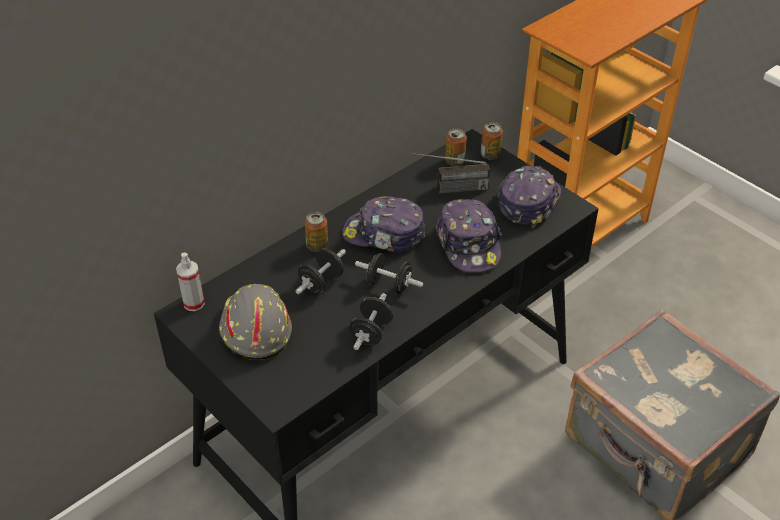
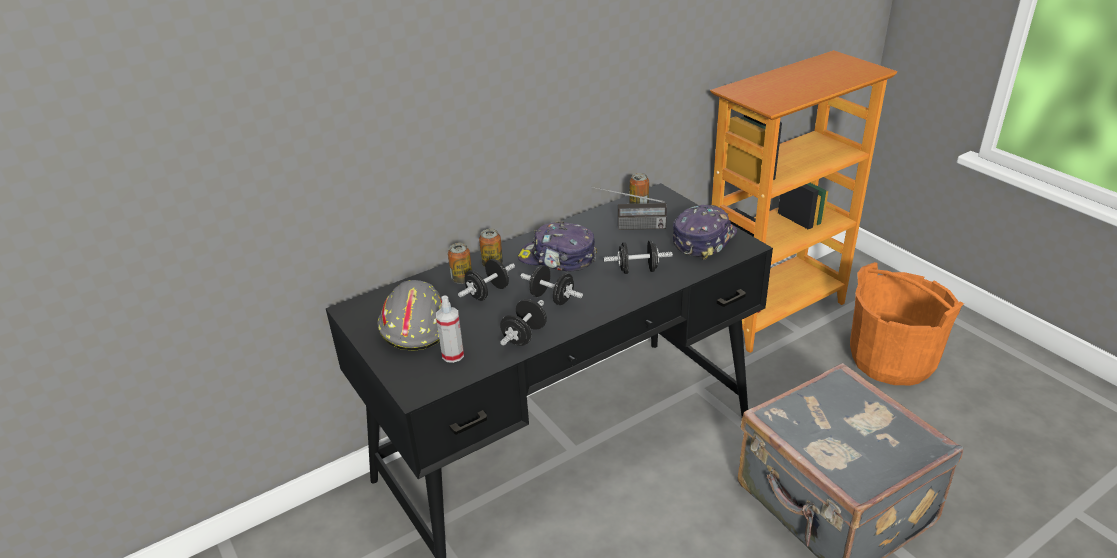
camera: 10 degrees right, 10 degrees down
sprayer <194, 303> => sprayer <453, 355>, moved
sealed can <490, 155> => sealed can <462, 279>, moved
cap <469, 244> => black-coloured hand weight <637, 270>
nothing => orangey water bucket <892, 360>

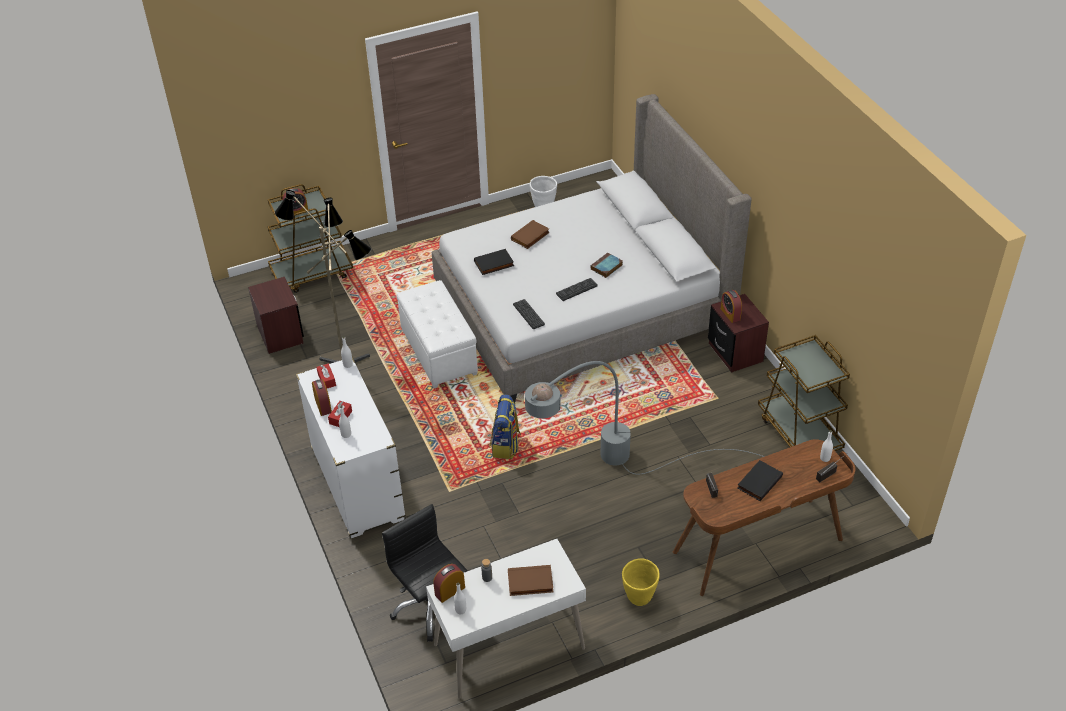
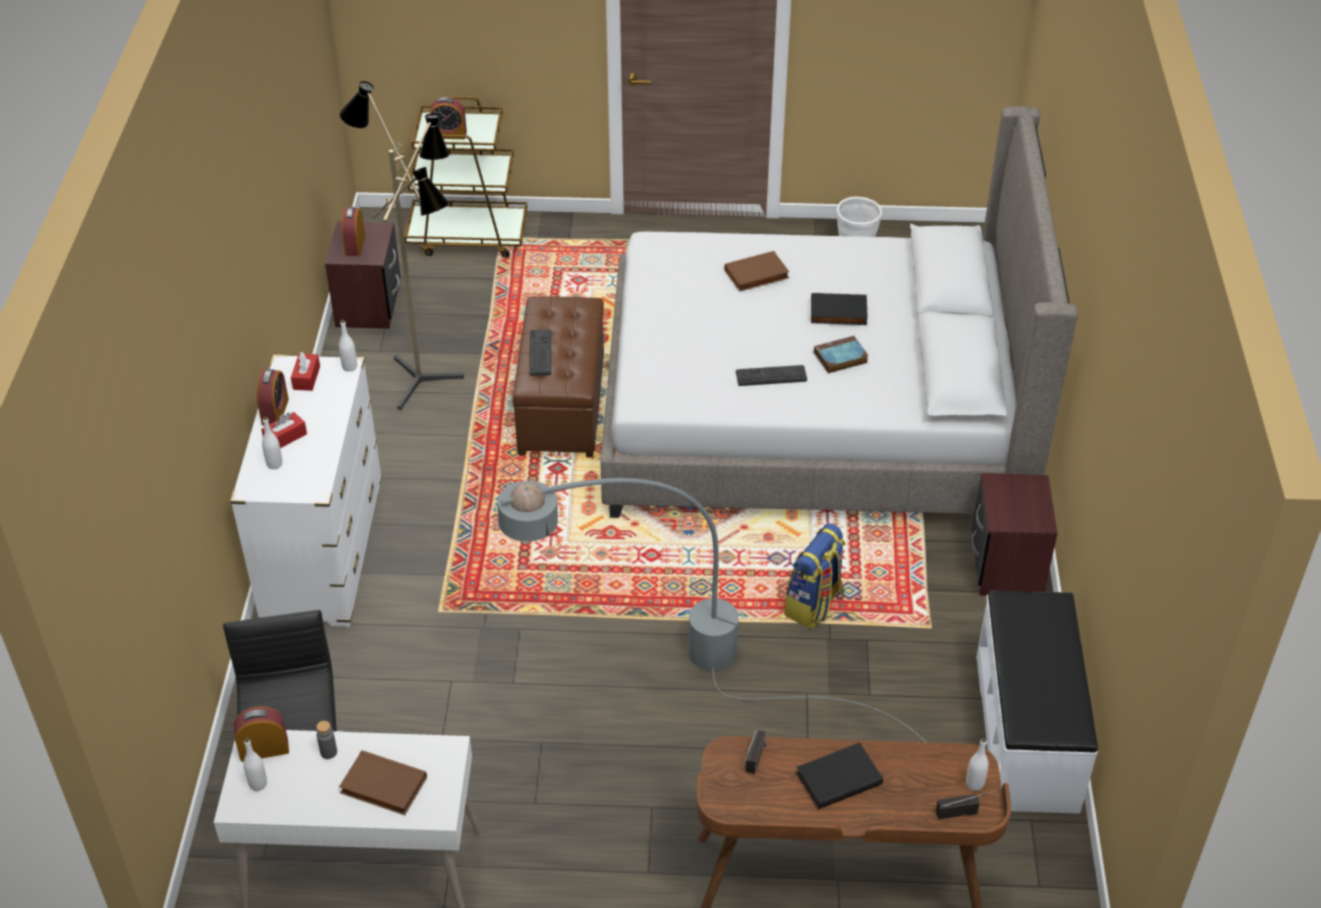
camera: 25 degrees right, 0 degrees up
alarm clock <730, 314> => alarm clock <355, 245>, moved
whitish footrest <439, 352> => brownish footrest <563, 406>
keyboard <528, 314> => keyboard <540, 353>, moved
backpack <506, 445> => backpack <814, 605>, moved
black-coloured book <494, 264> => black-coloured book <838, 313>, moved
brownish trolley <799, 432> => whitish long seat <1027, 732>
yellow-coloured flower pot <639, 597> => nothing

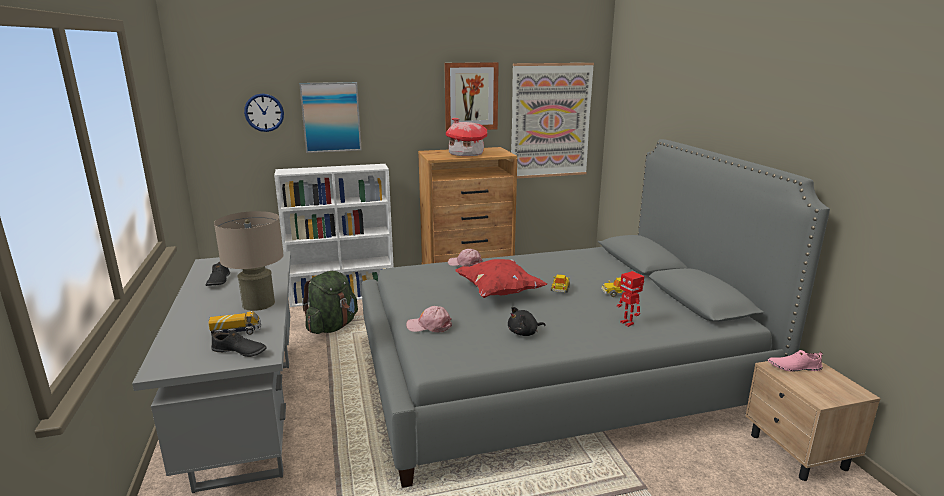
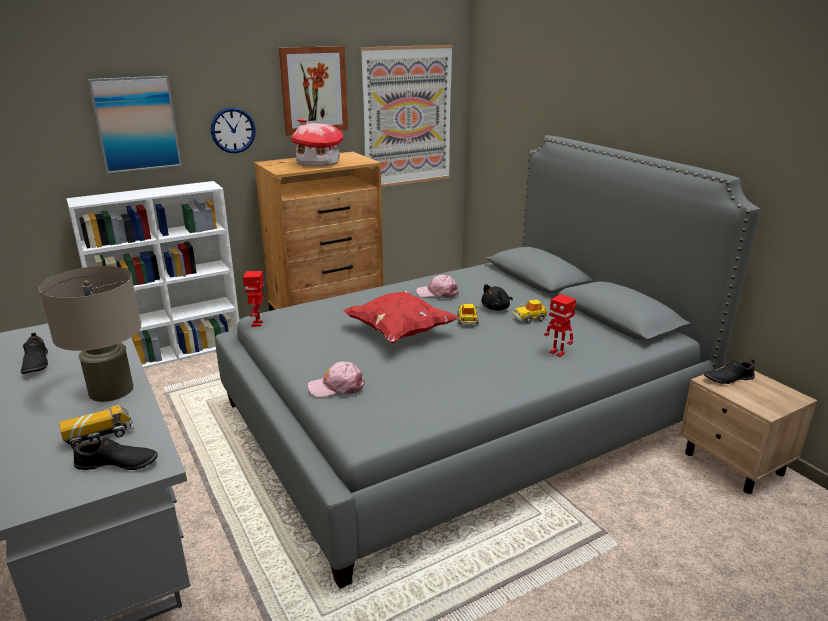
camera: 15 degrees left, 5 degrees up
wall clock <264, 112> => wall clock <233, 130>, moved
nothing => model robot <258, 324>
pinkish cap <465, 264> => pinkish cap <437, 293>, moved
black-coloured cuddly toy <524, 333> => black-coloured cuddly toy <496, 308>, moved
pinkish shoe <794, 367> => black-coloured shoe <728, 378>
green backpack <332, 327> => nothing

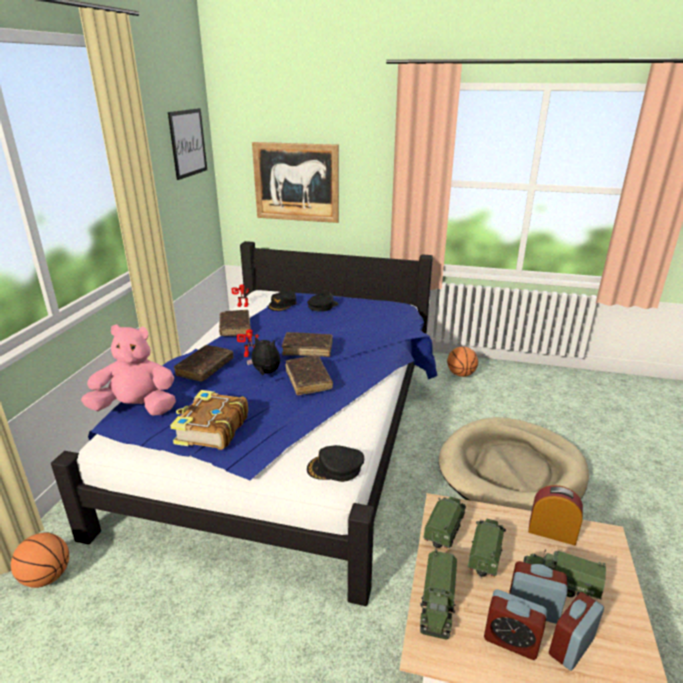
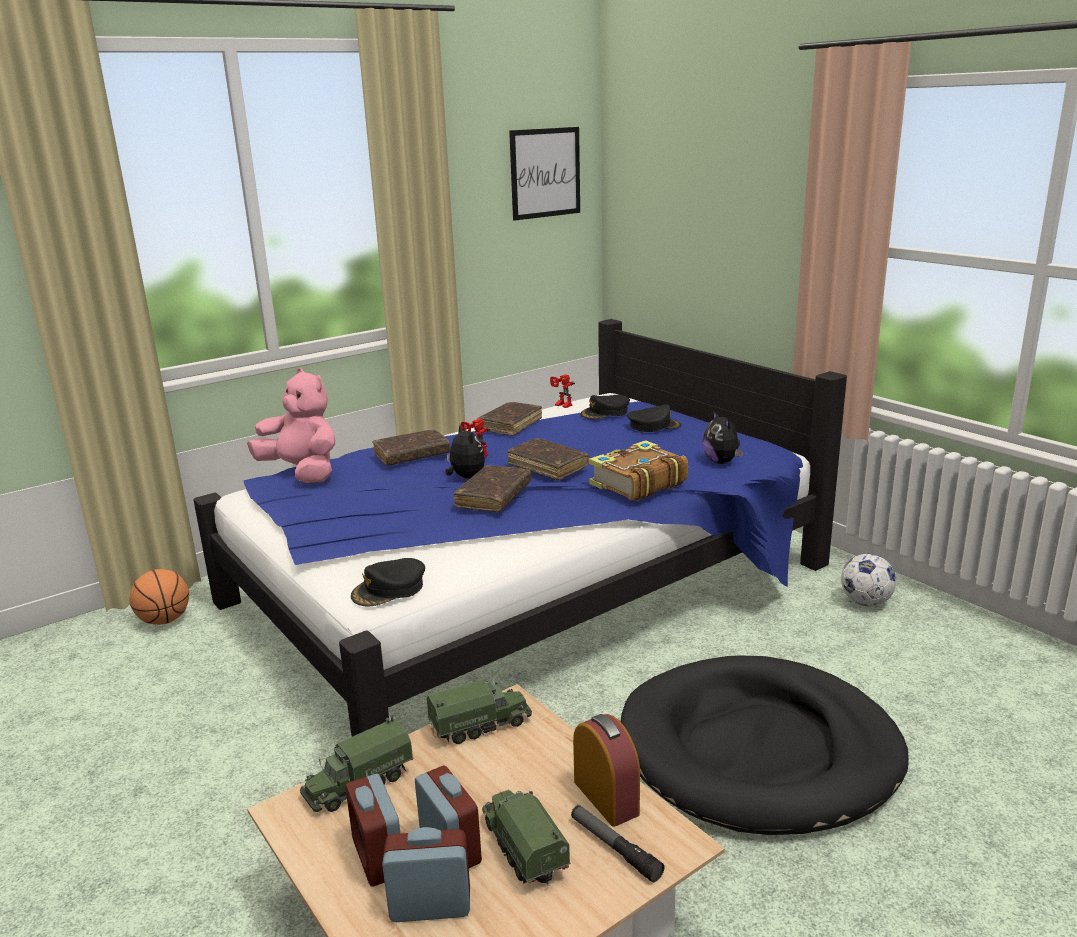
camera: 40 degrees right, 5 degrees down
black-coloured cap <335, 468> => black-coloured cap <389, 589>, 75 degrees counterclockwise
nothing => torch <614, 848>
book <211, 429> => book <636, 484>, moved
beige-coloured dog bed <511, 471> => black-coloured dog bed <759, 750>
nothing => cuddly toy <722, 462>
basketball <461, 374> => football ball <866, 602>
picture <296, 182> => nothing
model truck <485, 553> => nothing

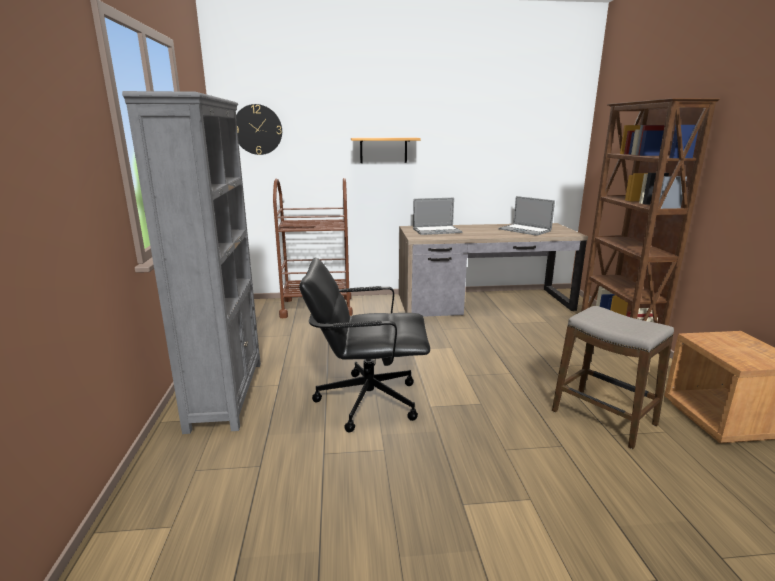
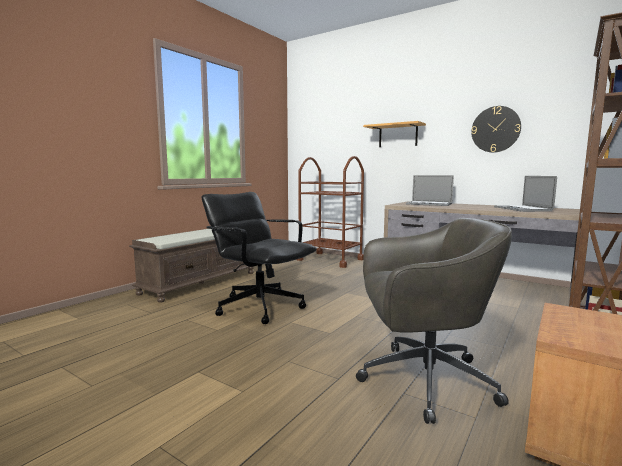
camera: 40 degrees right, 10 degrees down
grey bookshelf <226, 394> => brownish long seat <200, 282>
sitting stool <603, 418> => grey desk chair <422, 380>
wall clock <258, 129> => wall clock <495, 129>, moved

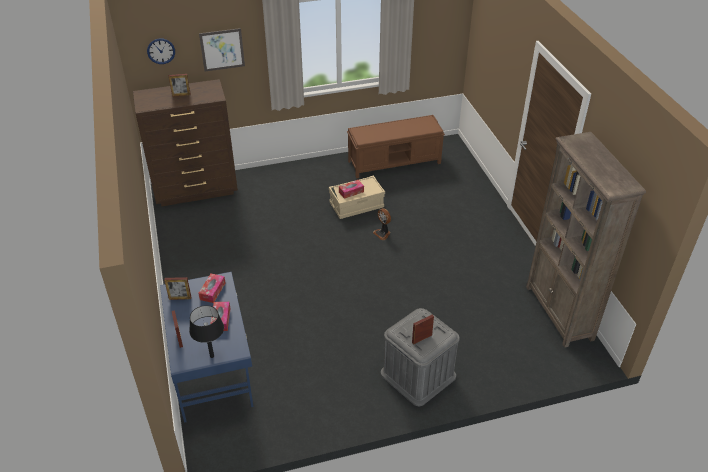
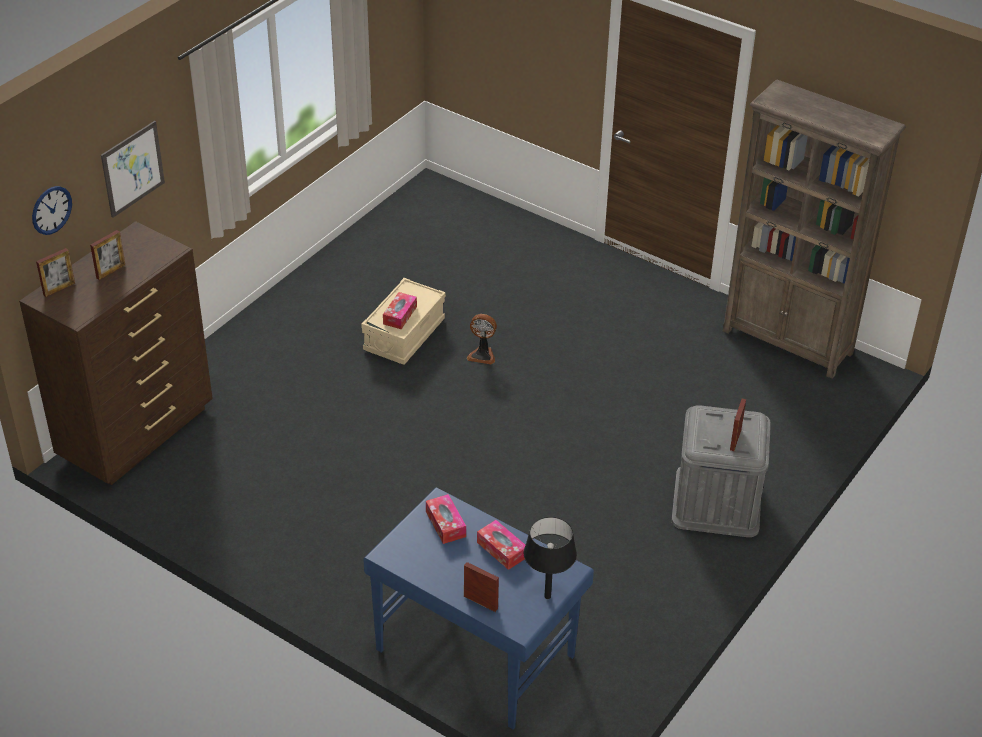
camera: 40 degrees left, 0 degrees up
standing frame <180, 298> => standing frame <59, 289>, moved
brownish long seat <395, 162> => nothing

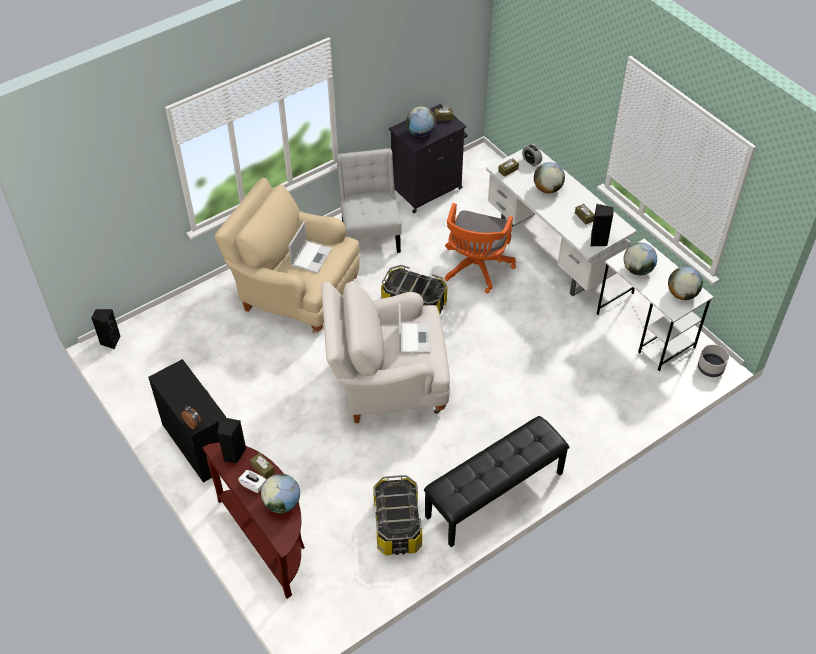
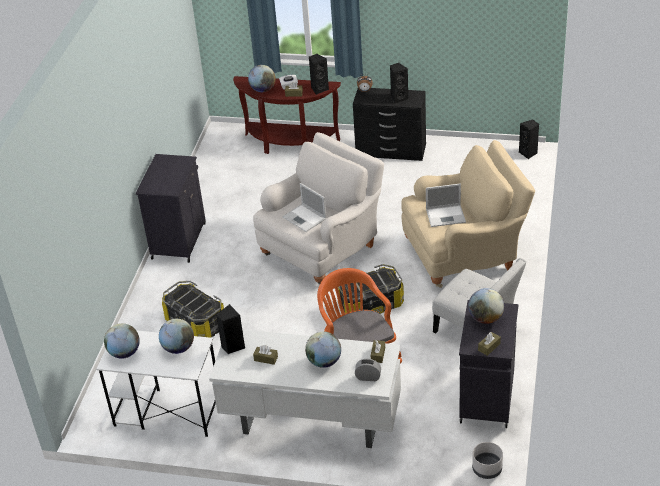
camera: 140 degrees right, 10 degrees down
black-coloured long seat <495, 495> => black-coloured cupboard <179, 240>
storage bin <398, 525> => storage bin <195, 323>, moved
nothing => black-coloured loudspeaker <398, 98>
portable computer <311, 256> => portable computer <446, 216>, 75 degrees counterclockwise
grey flower pot <710, 368> => grey flower pot <487, 469>, moved

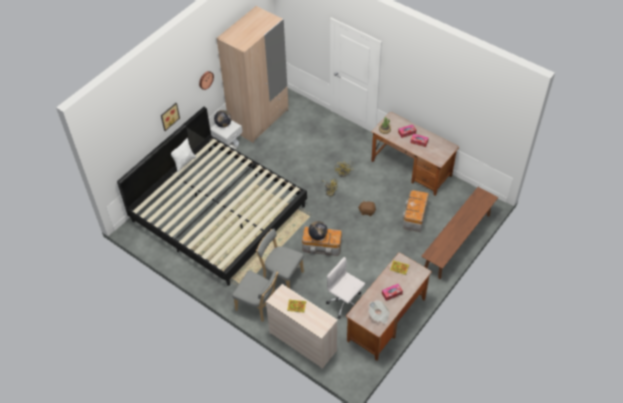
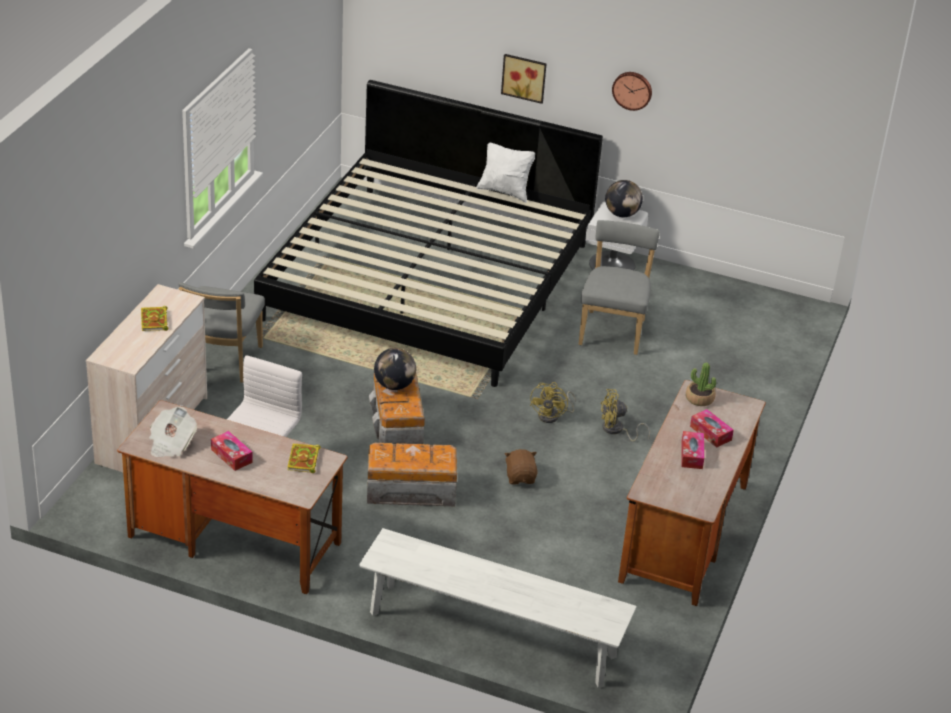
camera: 70 degrees right, 15 degrees down
brownish long seat <457, 242> => whitish long seat <492, 634>
storage bin <414, 216> => storage bin <409, 490>, moved
grey chair <281, 276> => grey chair <613, 330>, moved
beige-coloured clothes cupboard <259, 120> => nothing

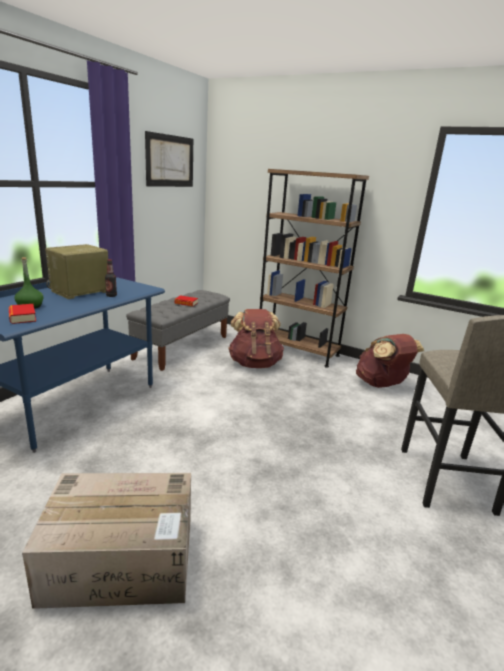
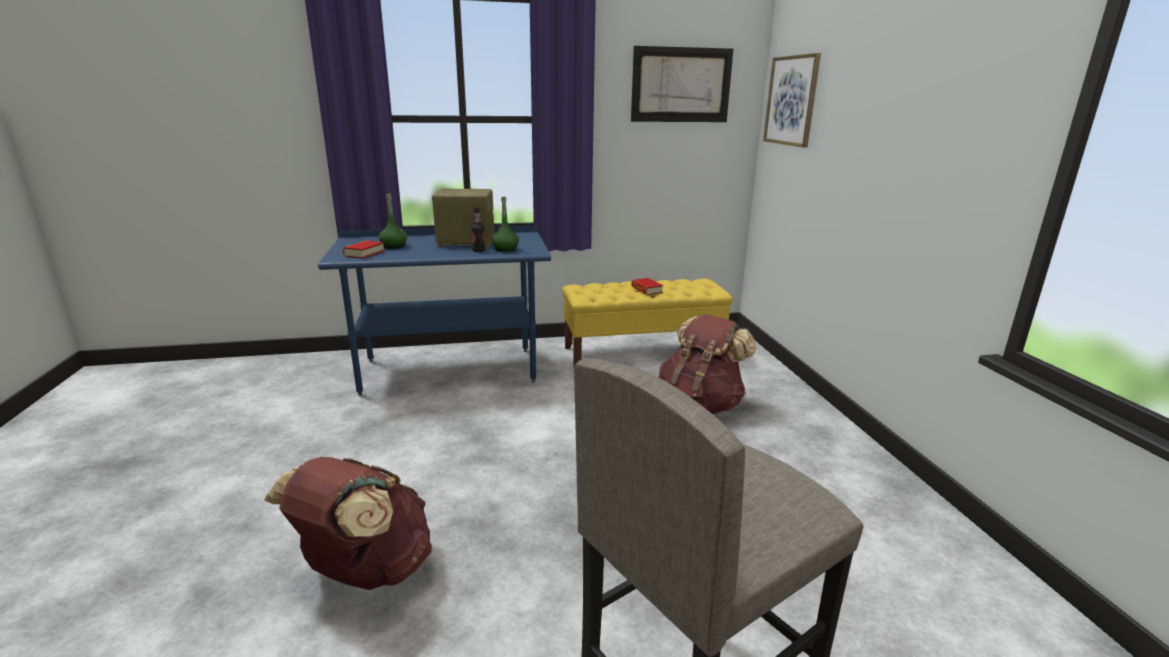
camera: 50 degrees right, 0 degrees up
brownish backpack <381, 384> => brownish backpack <365, 571>, moved
nothing => green bottle <505, 249>
grey long seat <182, 347> => yellow-coloured long seat <643, 353>
nothing => picture <791, 101>
cardboard box <123, 558> => nothing
brownish bookshelf <297, 351> => nothing

